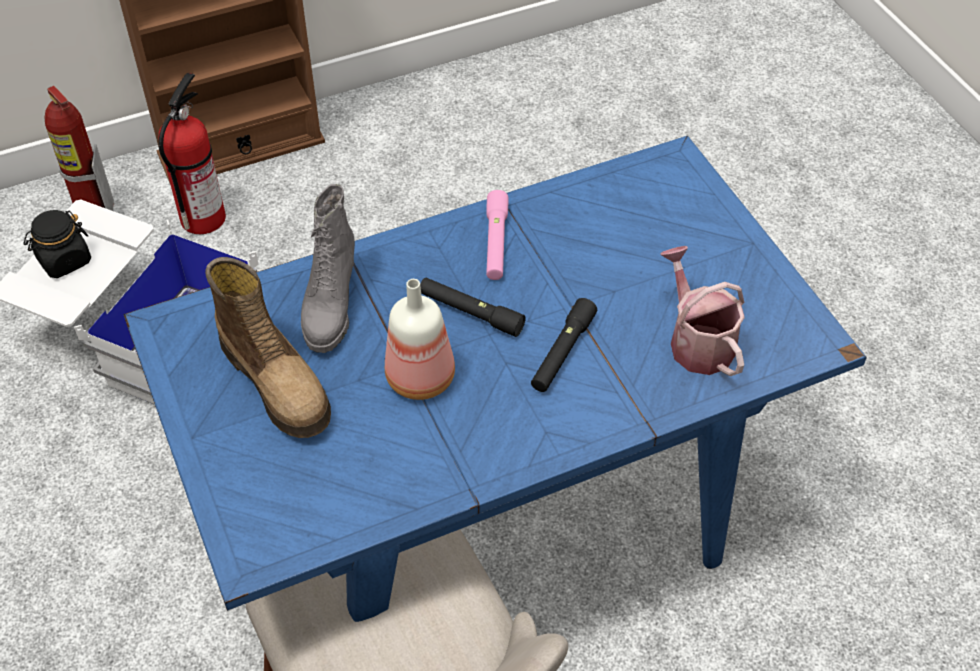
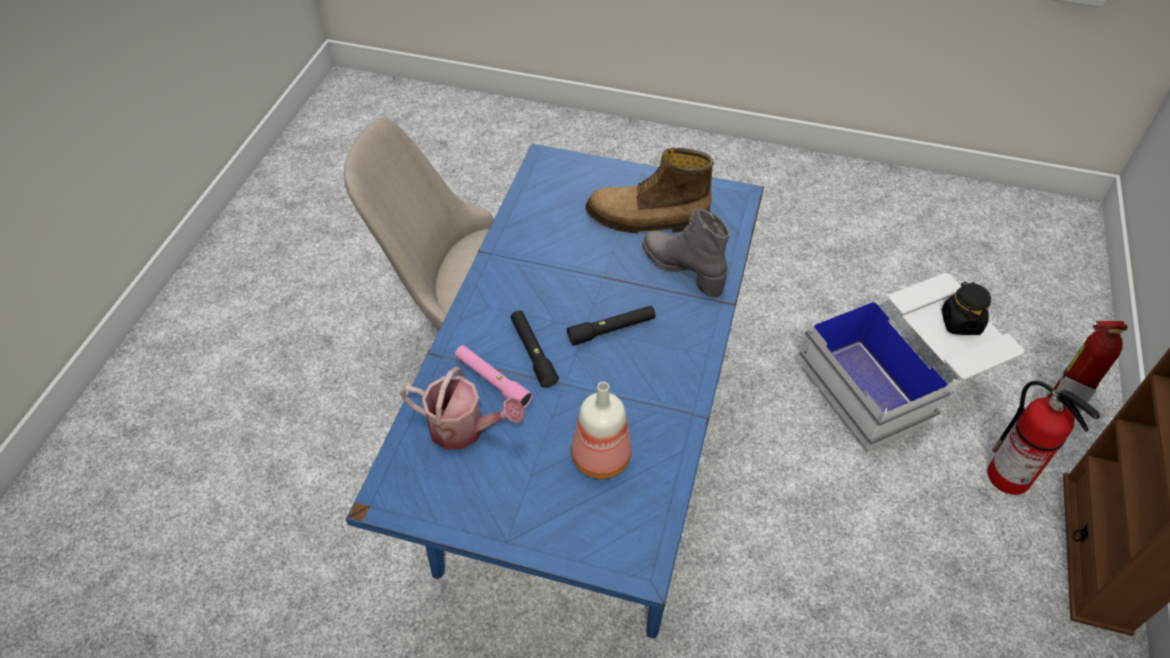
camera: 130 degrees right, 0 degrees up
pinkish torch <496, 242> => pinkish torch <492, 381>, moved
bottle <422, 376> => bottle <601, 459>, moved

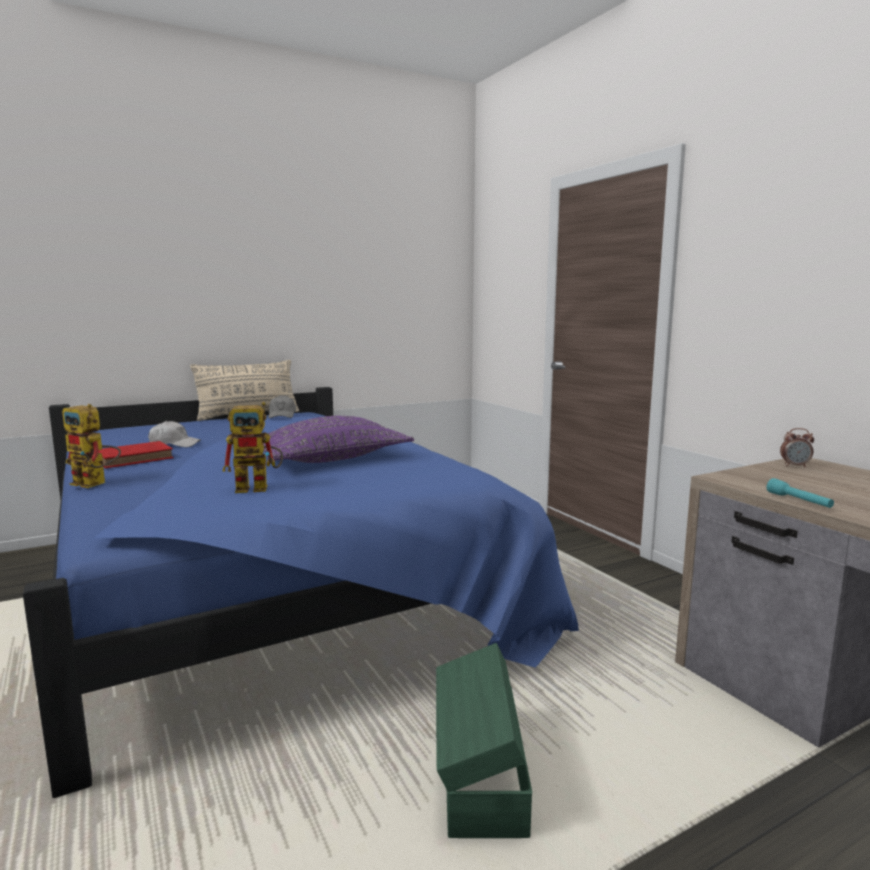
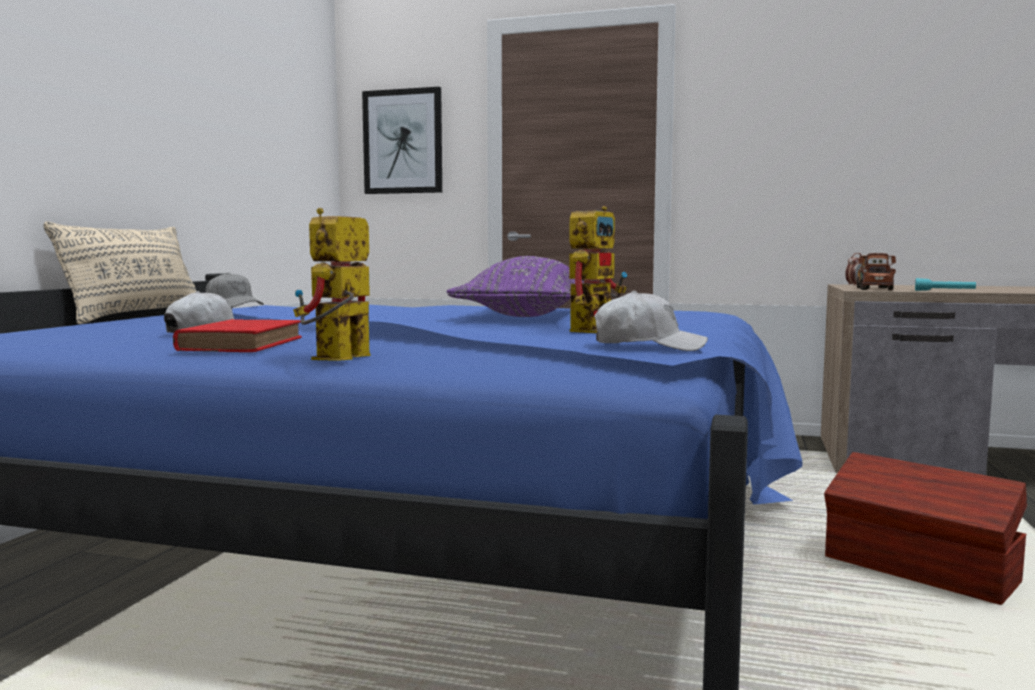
camera: 45 degrees left, 5 degrees down
model robot <95, 484> => model robot <338, 360>, 135 degrees clockwise
nothing => picture <403, 142>
nothing => whitish cap <647, 346>
green storage bin <479, 776> => brownish storage bin <920, 571>
nothing => model truck <873, 288>

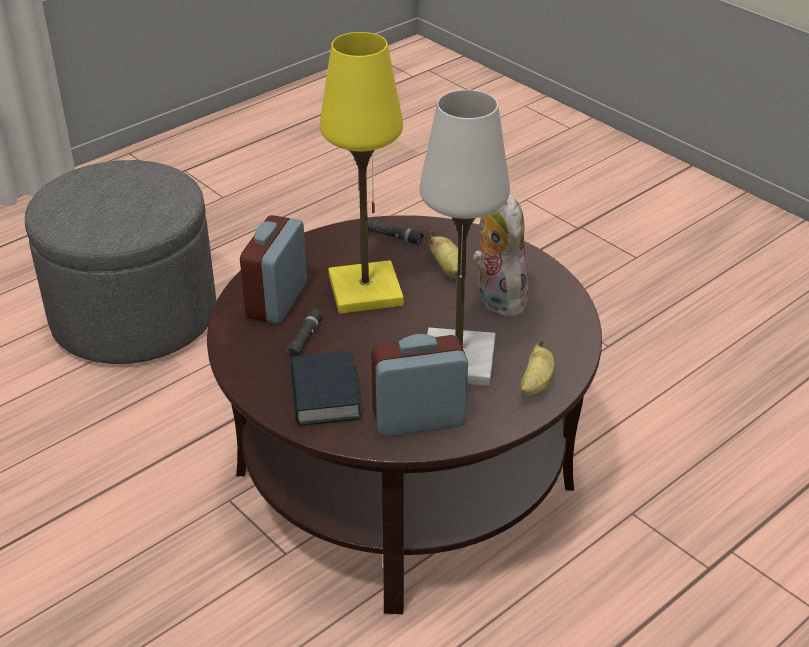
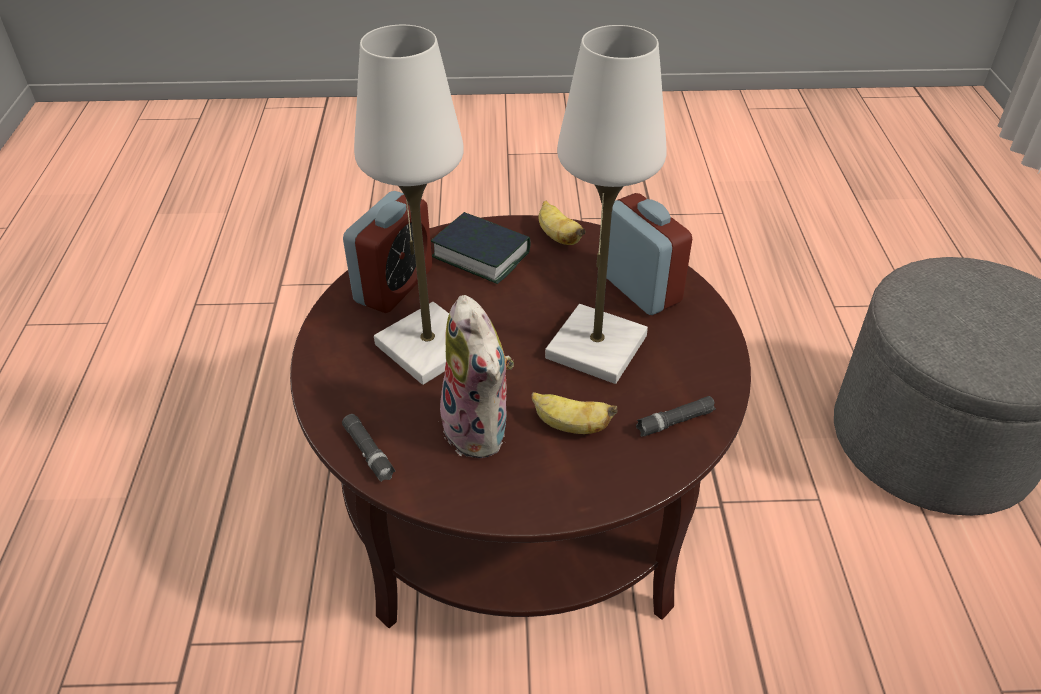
camera: 130 degrees right, 5 degrees up
black-coloured torch <305, 339> => black-coloured torch <368, 452>, moved
cuddly toy <496, 298> => cuddly toy <481, 430>, 45 degrees clockwise
banana <535, 386> => banana <557, 236>, moved
yellow-coloured table lamp <365, 290> => whitish table lamp <596, 347>

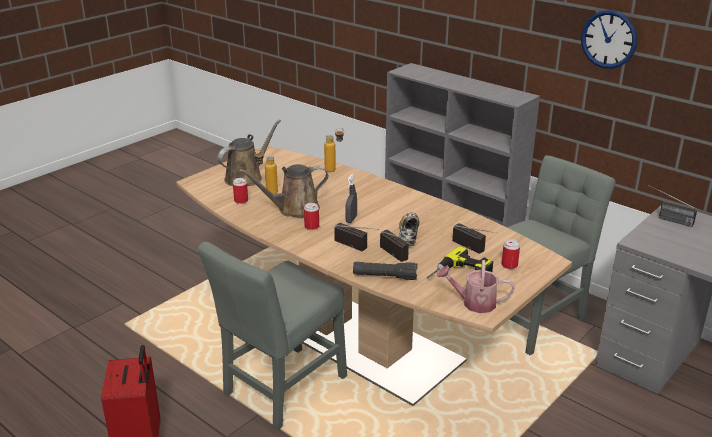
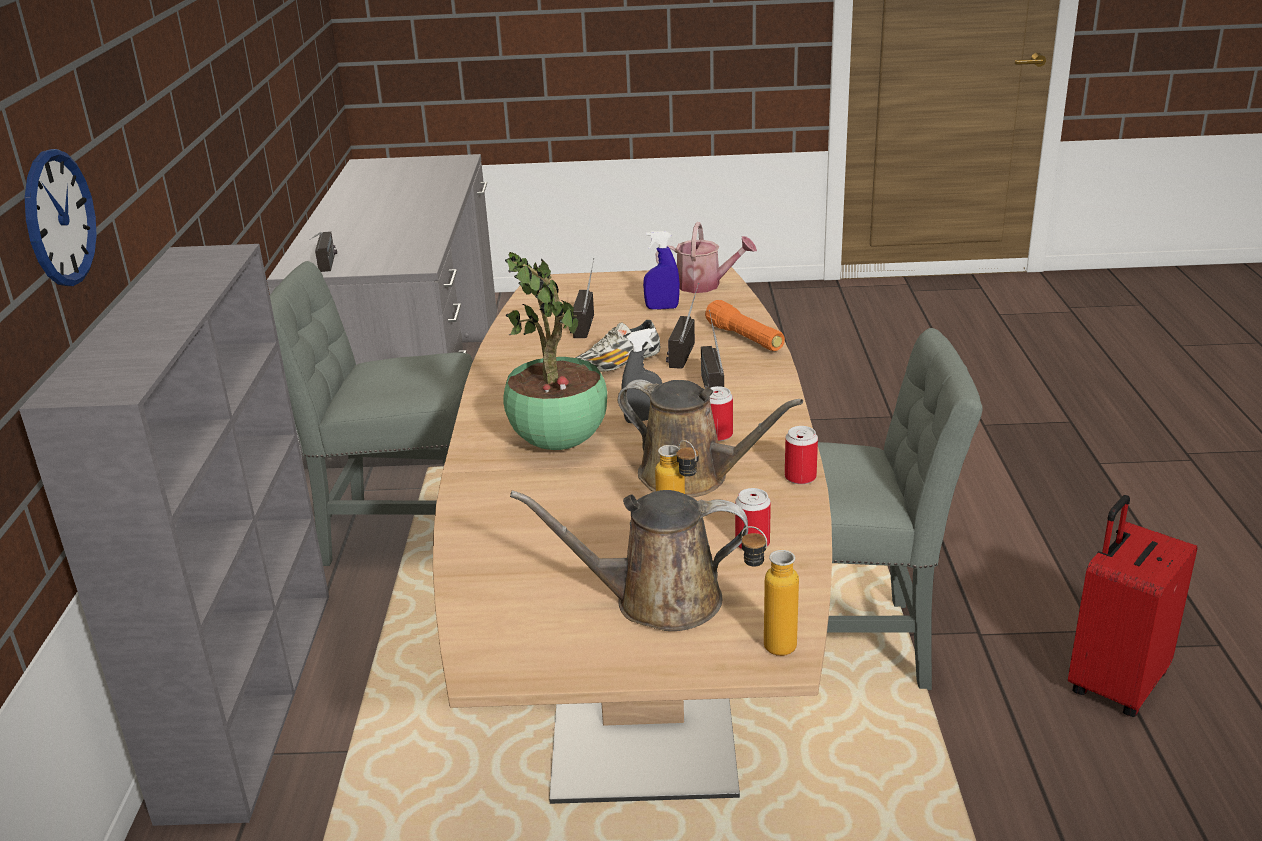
camera: 130 degrees left, 0 degrees up
wall clock <608, 39> => wall clock <59, 218>, moved
nothing => houseplant <560, 444>
power drill <459, 275> => blue-coloured sprayer <662, 308>
watering pot <474, 303> => watering pot <705, 285>, 45 degrees counterclockwise
black-coloured torch <385, 277> => orangey torch <745, 338>
bottle <334, 169> => bottle <767, 642>, moved
sealed can <509, 265> => sealed can <800, 477>, moved

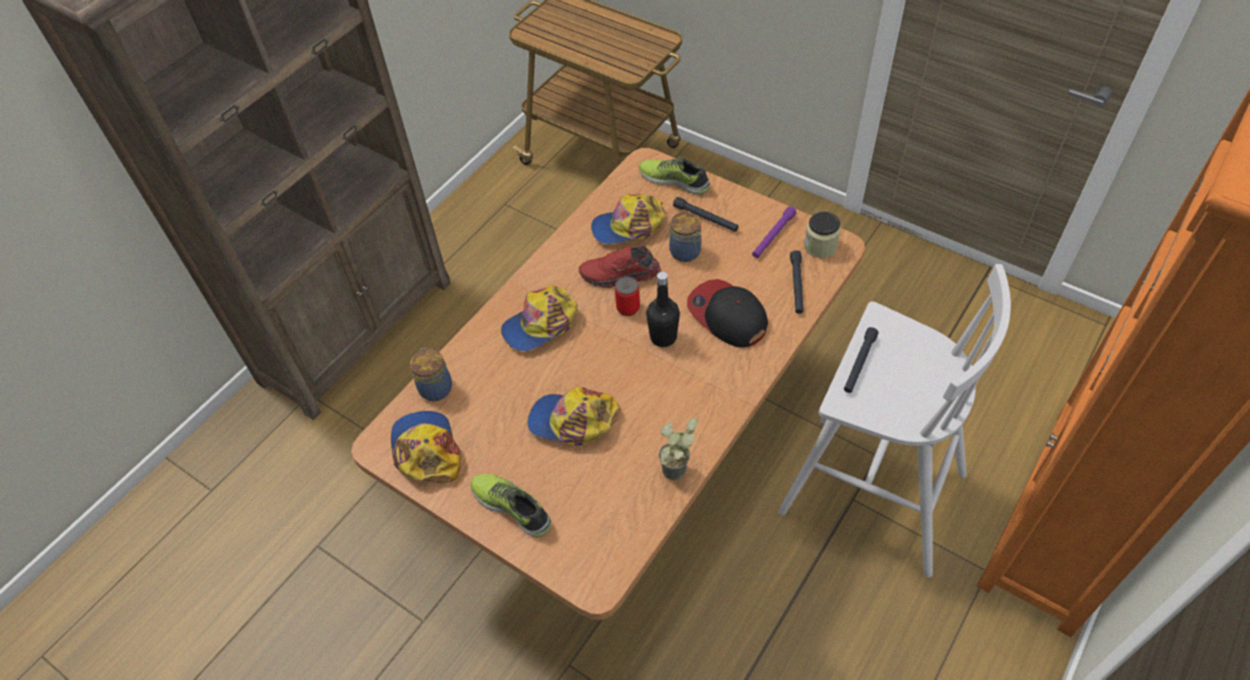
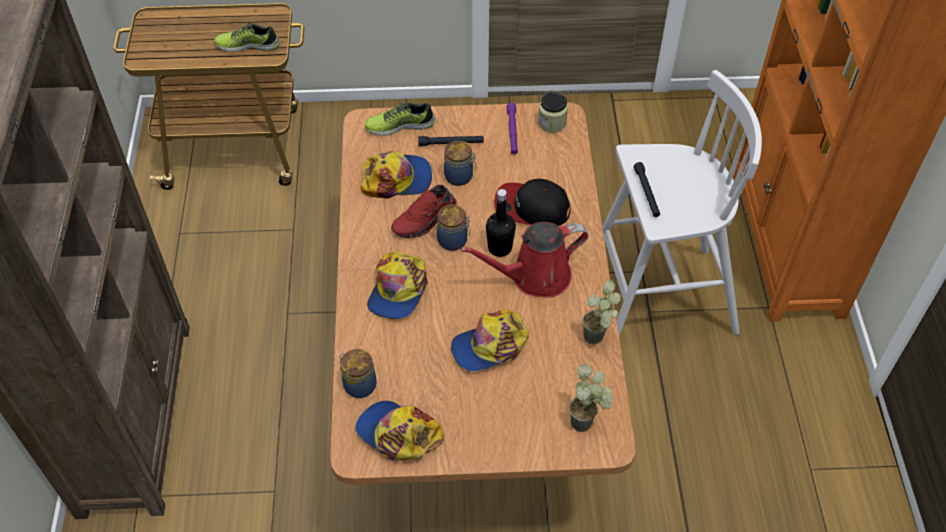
camera: 40 degrees left, 0 degrees up
shoe <512, 506> => shoe <248, 45>, moved
cap <628, 226> => cap <397, 179>, 135 degrees counterclockwise
sealed can <628, 307> => preserve jar <454, 241>
nothing => reddish watering pot <534, 277>
nothing => houseplant <587, 423>
black-coloured torch <796, 286> => nothing

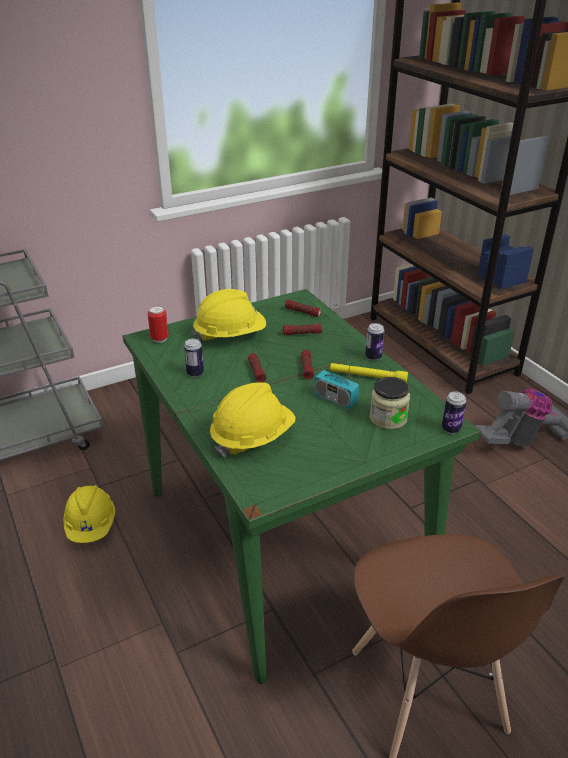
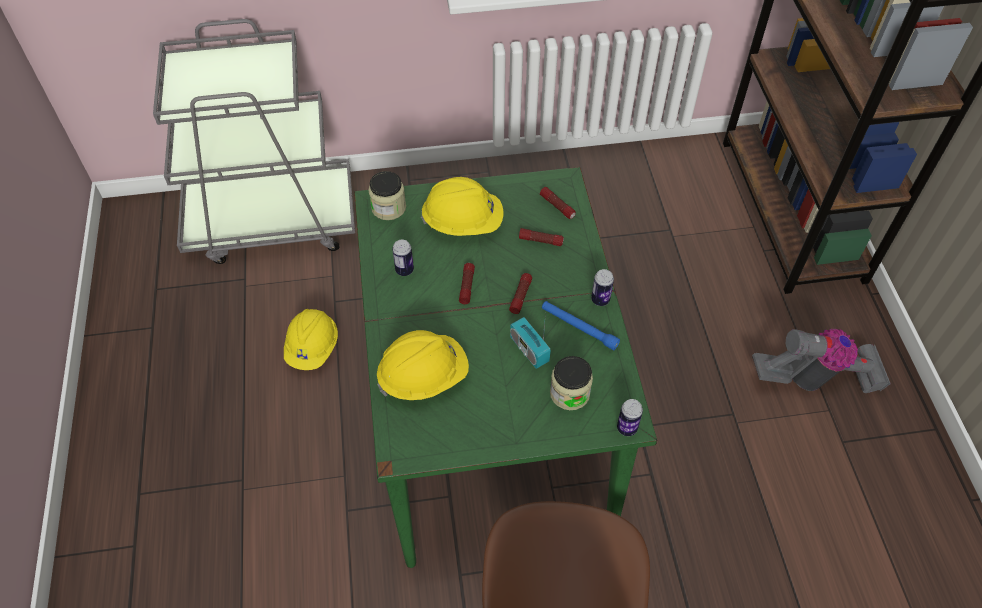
camera: 20 degrees right, 20 degrees up
sealed can <159, 339> => preserve jar <388, 208>
yellow-coloured torch <368, 377> => blue-coloured torch <579, 328>

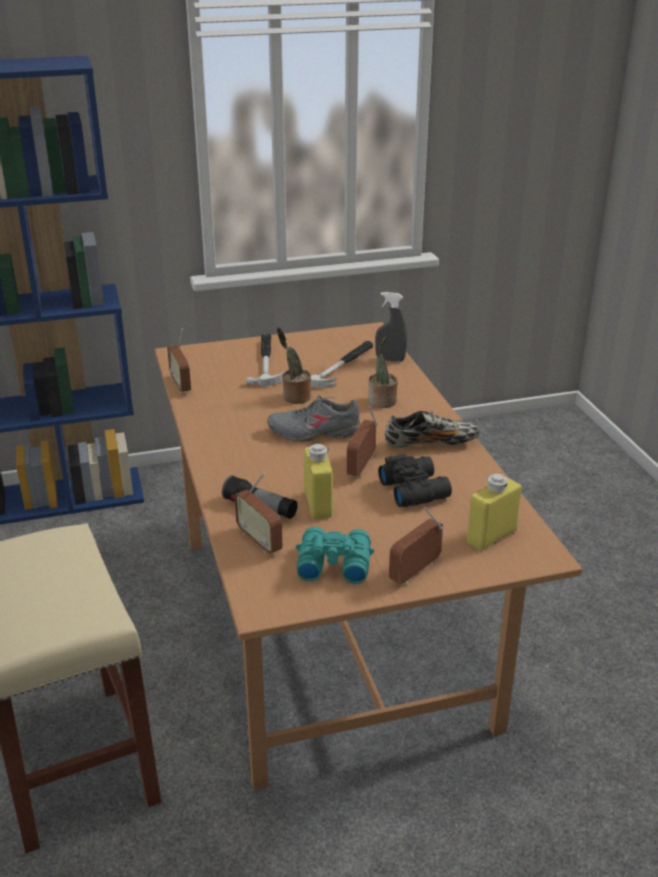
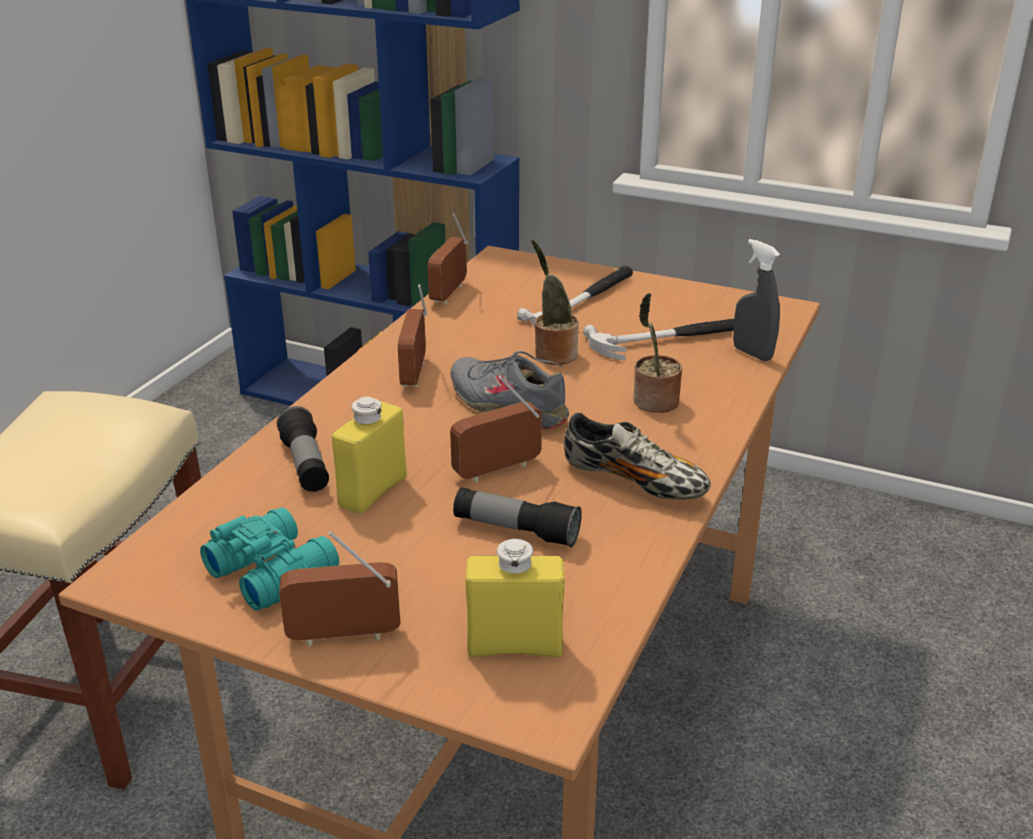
camera: 40 degrees right, 0 degrees up
radio receiver <259, 541> => radio receiver <414, 374>, moved
black-coloured pair of binoculars <414, 489> => torch <516, 530>

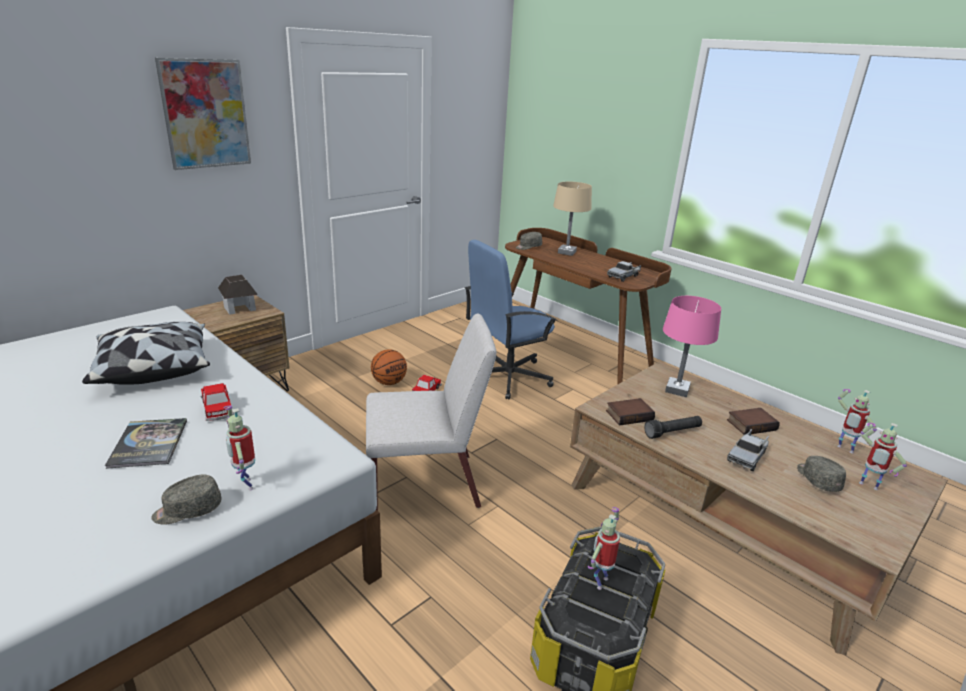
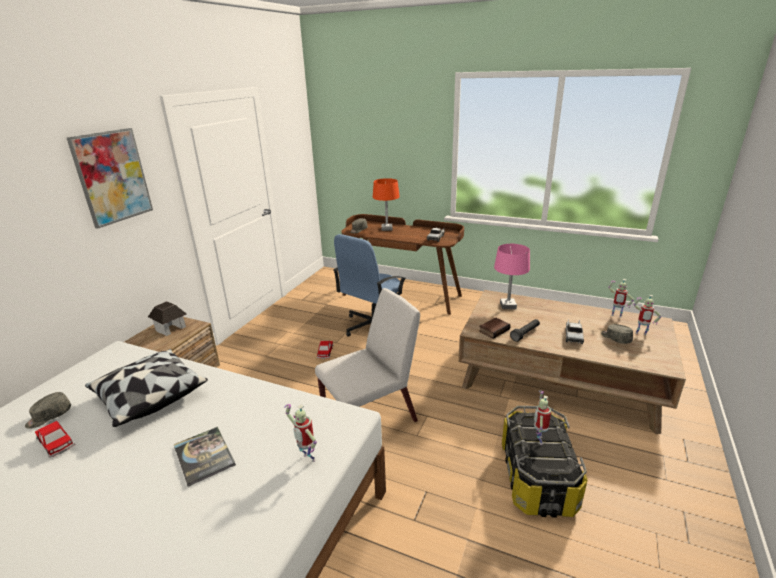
camera: 20 degrees left, 0 degrees up
grey cap <187, 510> => grey cap <49, 416>, moved
toy car <217, 408> => toy car <56, 443>, moved
beige-coloured table lamp <566, 252> => orangey table lamp <386, 228>
basketball <389, 382> => nothing
book <751, 424> => nothing

